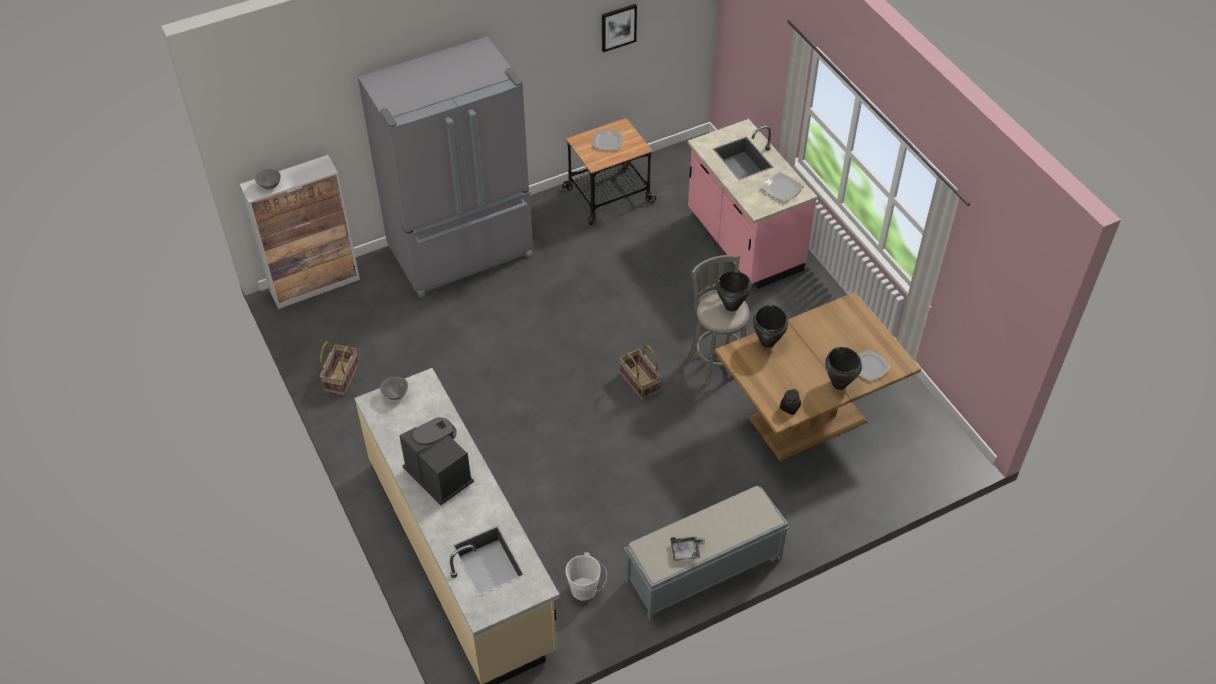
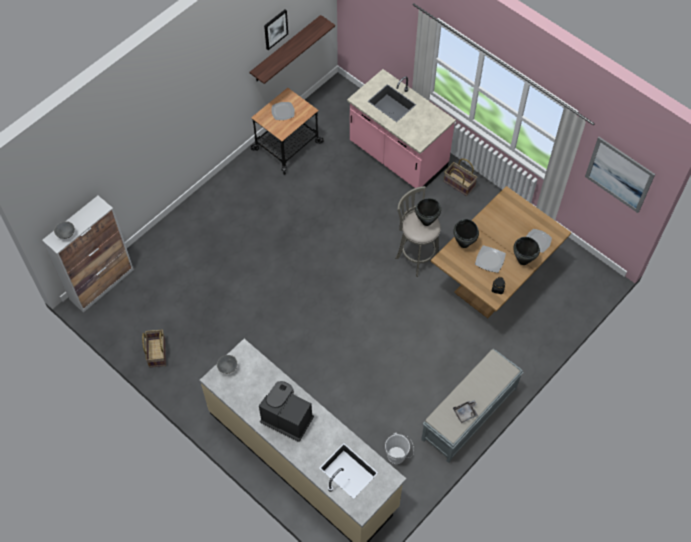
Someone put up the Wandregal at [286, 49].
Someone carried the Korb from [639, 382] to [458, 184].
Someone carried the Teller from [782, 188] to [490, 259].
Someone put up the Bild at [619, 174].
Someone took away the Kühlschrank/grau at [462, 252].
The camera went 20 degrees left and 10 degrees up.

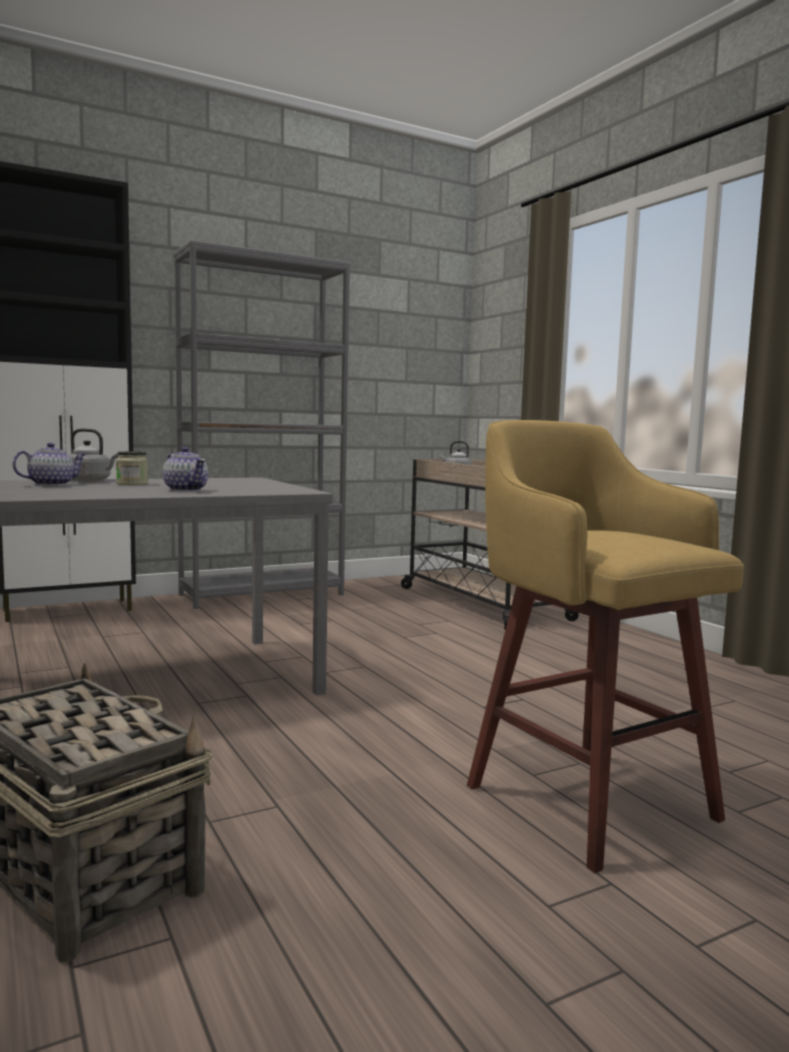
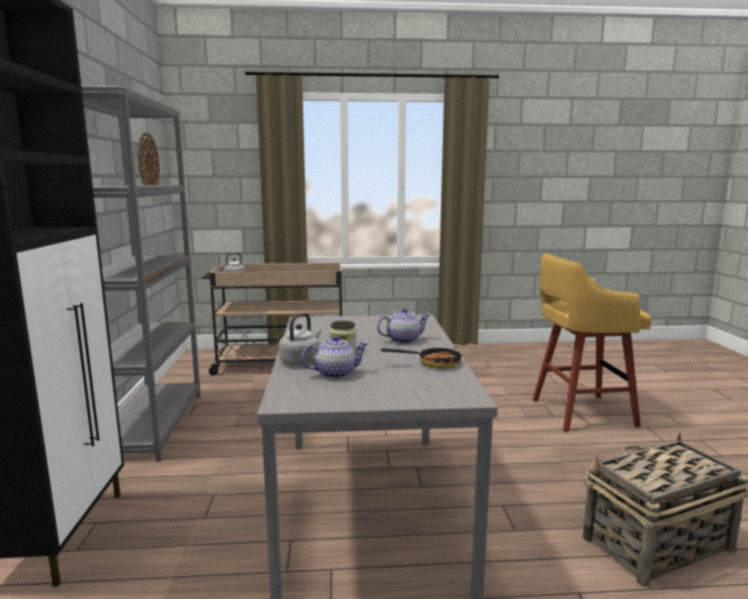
Someone put up the Wanduhr at [147, 162].
Someone rotated the Teekanne at [51, 484] by 90 degrees clockwise.
Someone put down the Pfanne at [432, 363].
The camera went 65 degrees left and 5 degrees up.

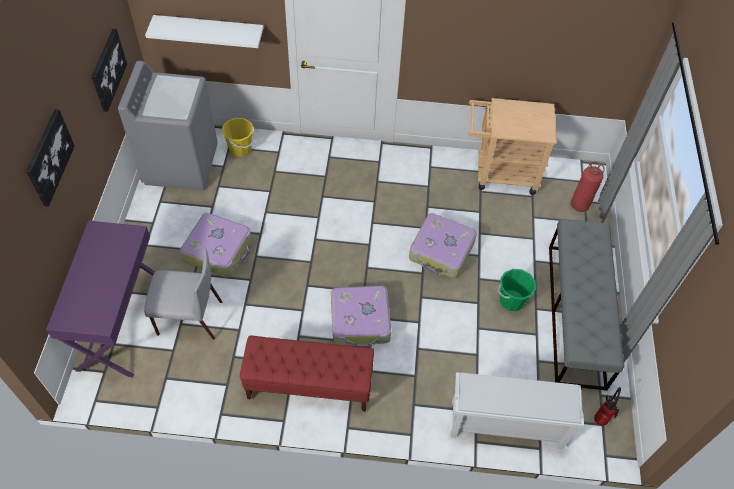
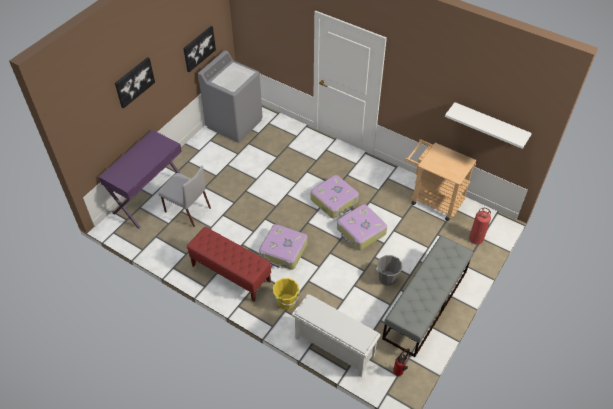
Someone carried the Eimer/gelb from [240, 148] to [286, 301].
Someone carried the Koffer from [218, 250] to [334, 201].
Someone repainted the Eimer/grün at [511, 300], which became the Eimer/grau at [387, 278].
Someone carried the Wandregal/weiß from [209, 30] to [490, 124].
The camera went 30 degrees right and 5 degrees down.

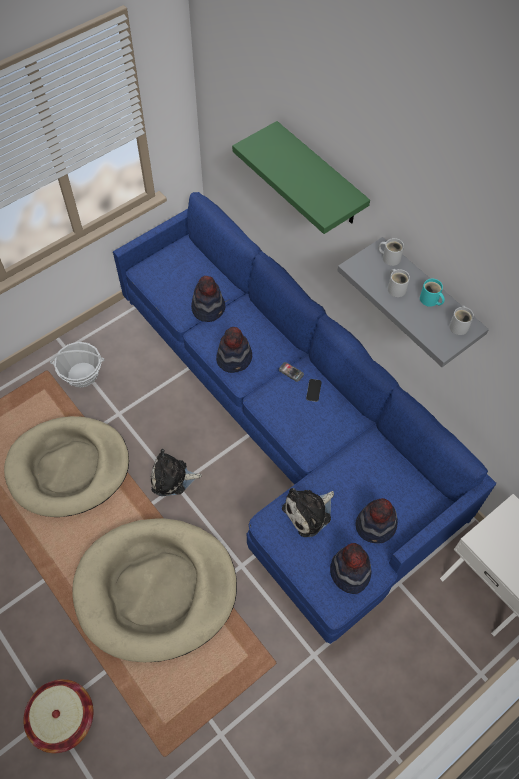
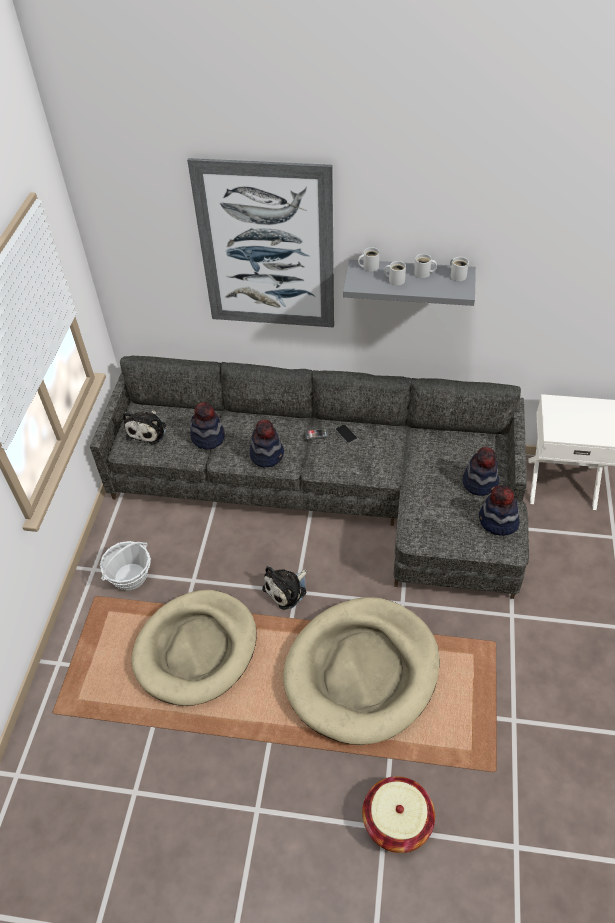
Someone repainted the Sofa/blau at [288, 427], which became the Sofa/grau at [331, 491].
Someone carried the Plüschtier from [309, 512] to [148, 430].
Someone swapped the Wandregal/grün at [320, 176] for the Bild at [266, 248].
Someone repainted the Henkelbecher/türkis at [430, 300], which became the Henkelbecher/weiß at [423, 274].
The camera went 40 degrees left and 10 degrees down.

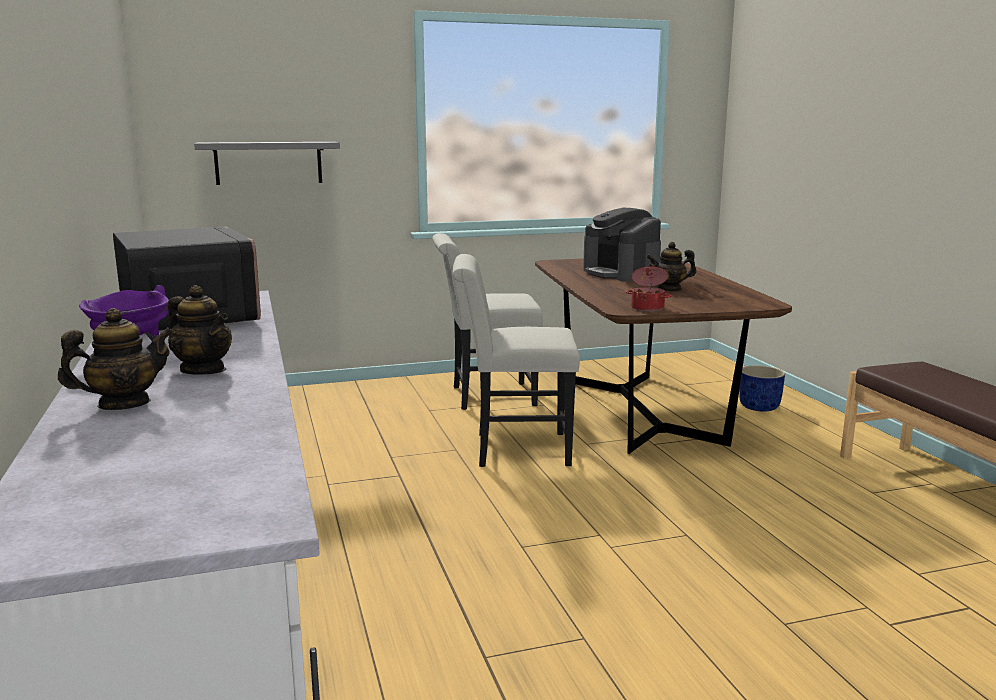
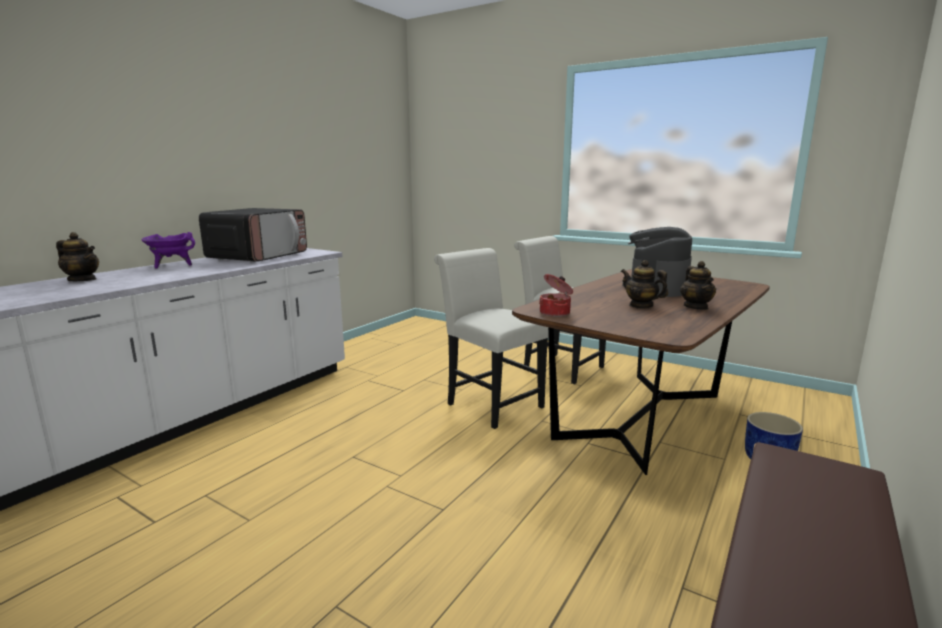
Someone carried the Teekanne from [203, 370] to [696, 307].
Someone took away the Wandregal/grau at [268, 163].
The camera went 50 degrees right and 0 degrees up.

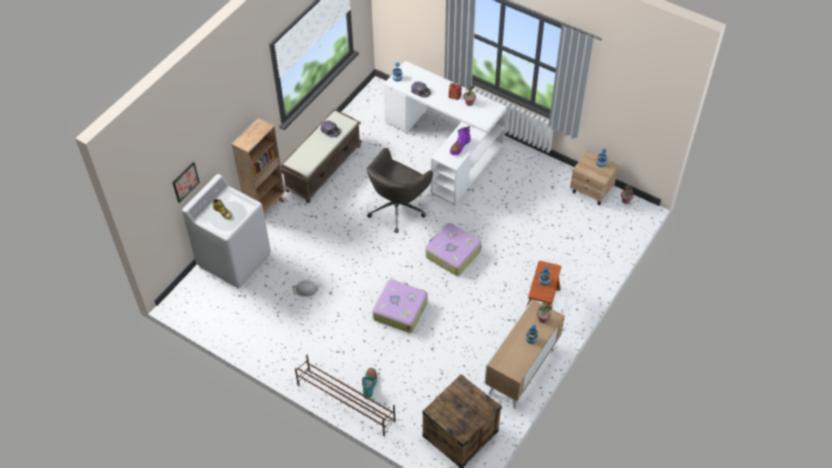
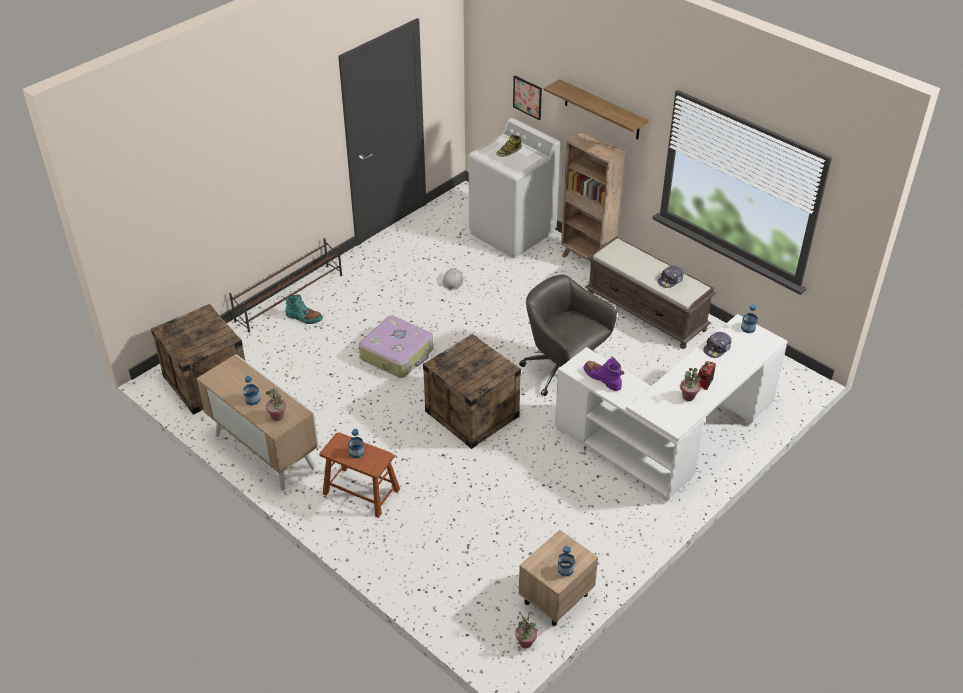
Someone swapped the Koffer at [452, 254] for the Kiste at [471, 413].
Someone put up the Wandregal at [602, 110].
The camera went 100 degrees right and 10 degrees down.

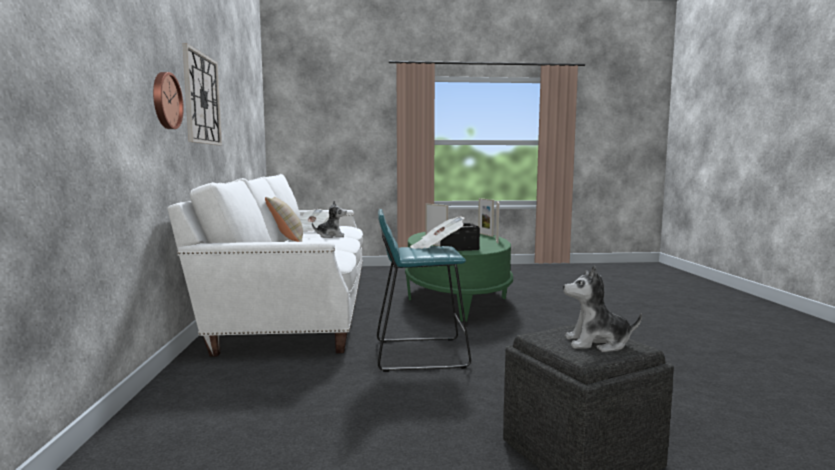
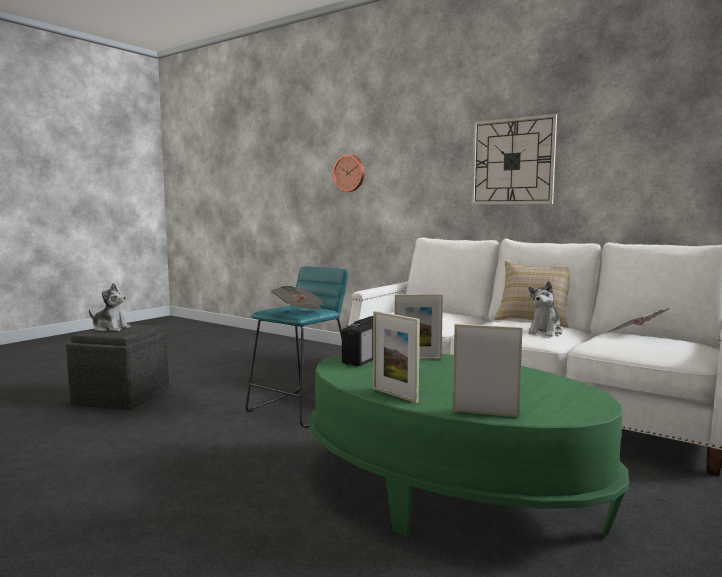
Someone rotated the Plüschtier at [597, 343] by 60 degrees clockwise.
Someone carried the Wanduhr from [165, 100] to [349, 173].
The camera went 130 degrees right and 0 degrees up.

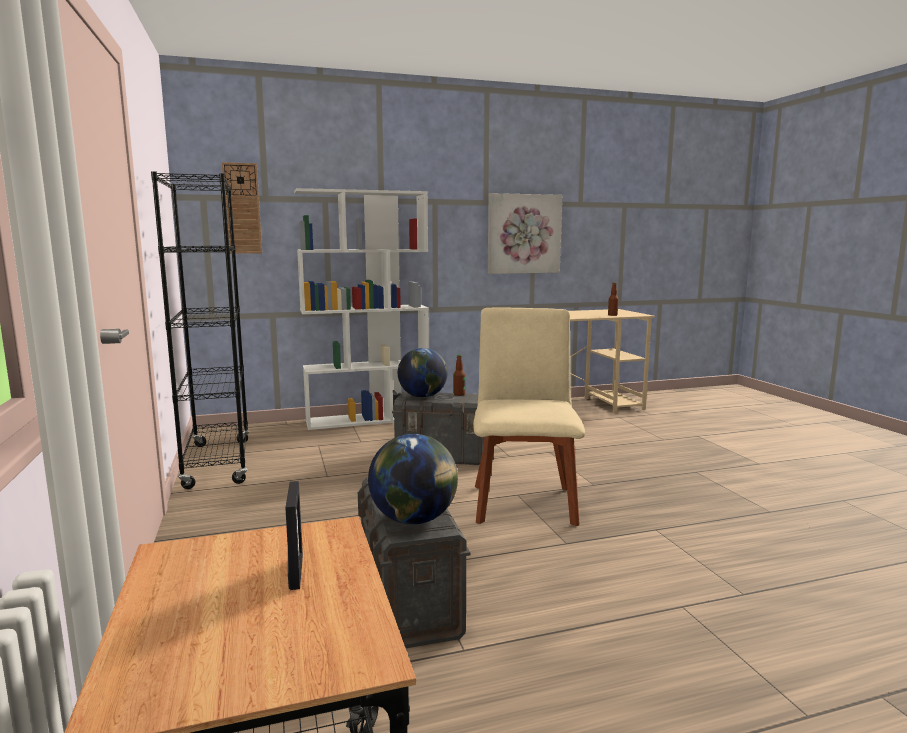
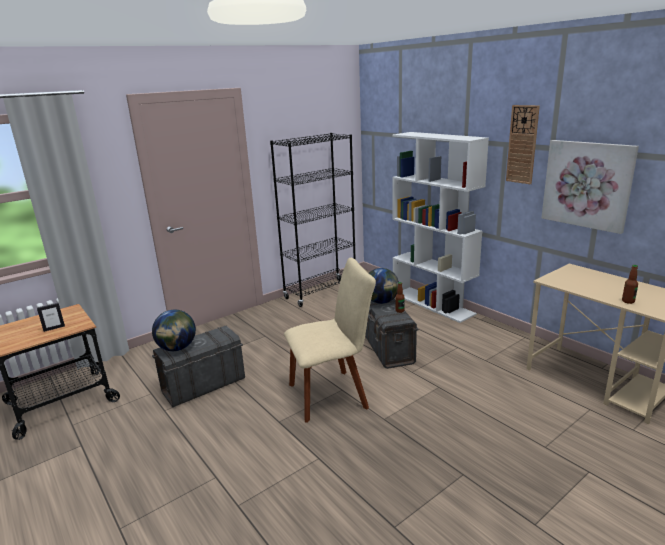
Someone carried the Wanduhr from [242, 208] to [522, 144].
The camera went 70 degrees right and 10 degrees up.

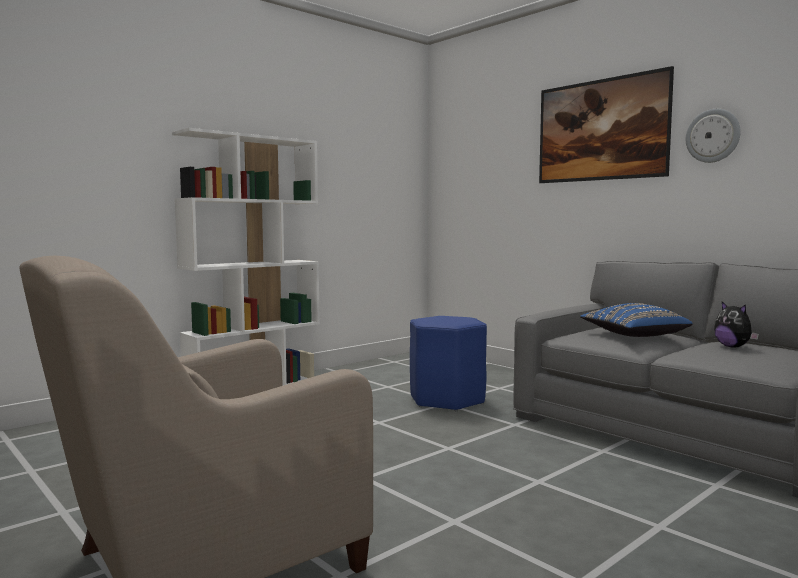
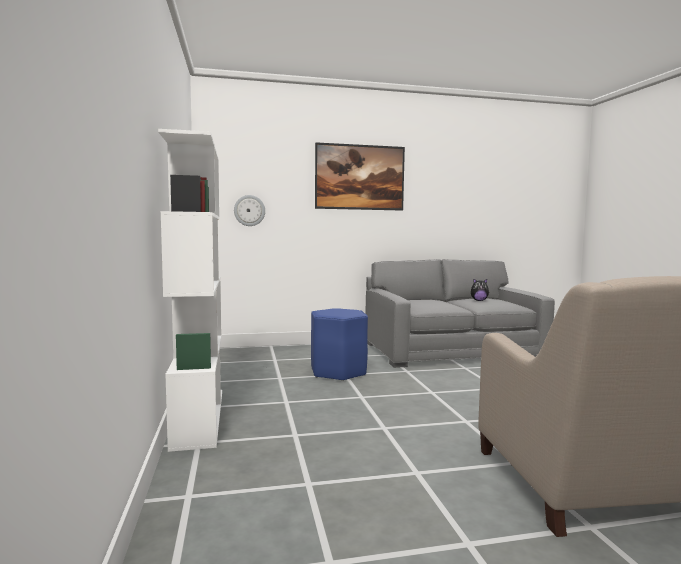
Someone carried the Wanduhr from [713, 136] to [249, 210].
Someone took away the Kissen/blau at [633, 335].
The camera went 60 degrees left and 0 degrees up.

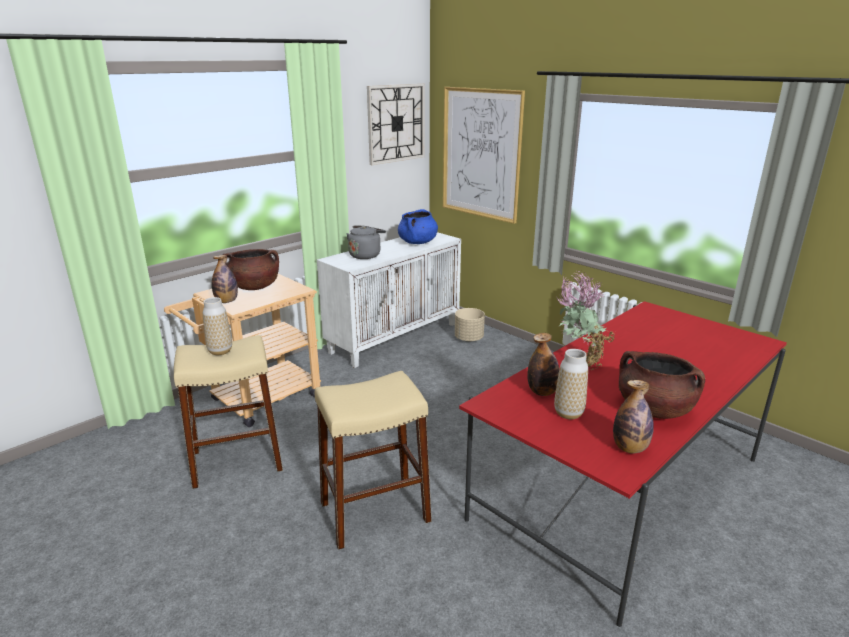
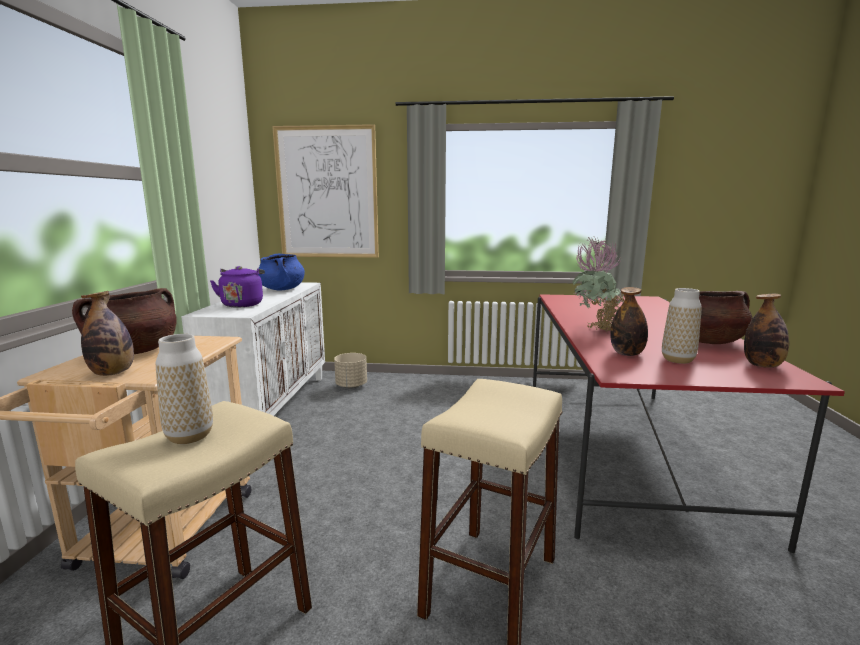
Someone repainted the Wasserkessel/grau at [366, 255], which became the Wasserkessel/lila at [242, 304].
Someone took away the Wanduhr at [396, 123].
The camera went 40 degrees left and 10 degrees down.

